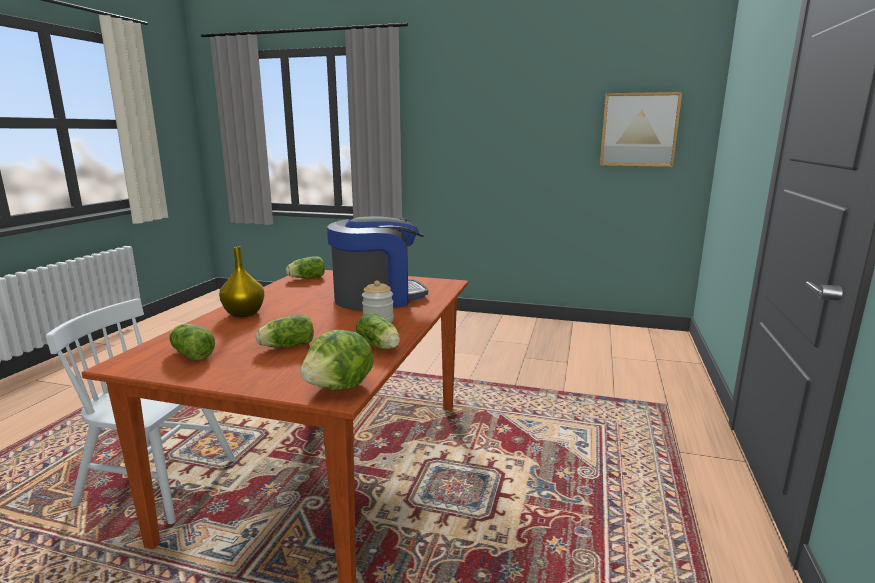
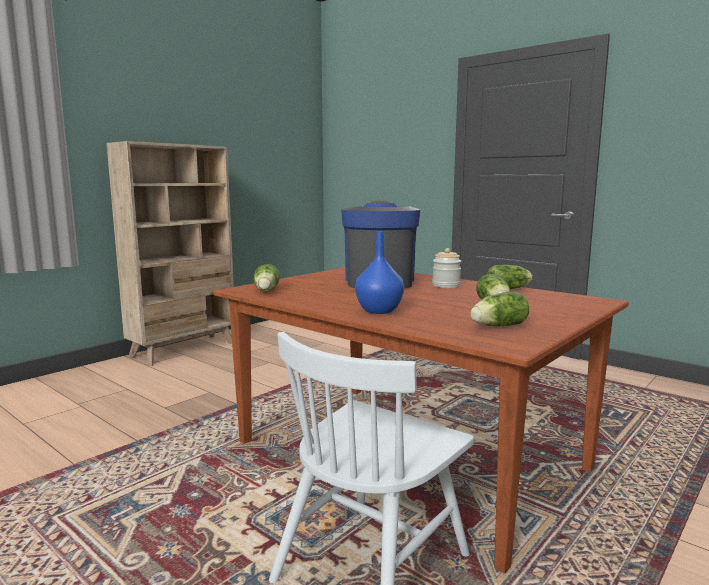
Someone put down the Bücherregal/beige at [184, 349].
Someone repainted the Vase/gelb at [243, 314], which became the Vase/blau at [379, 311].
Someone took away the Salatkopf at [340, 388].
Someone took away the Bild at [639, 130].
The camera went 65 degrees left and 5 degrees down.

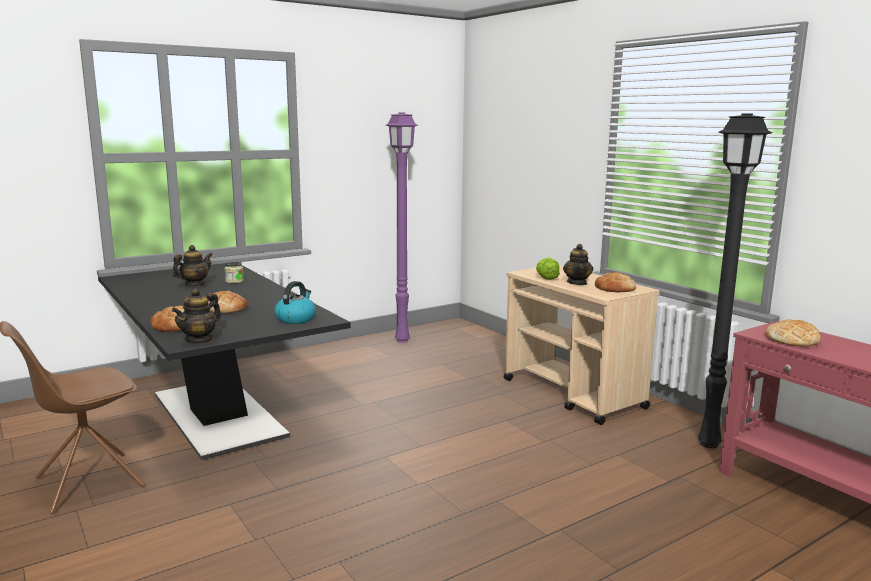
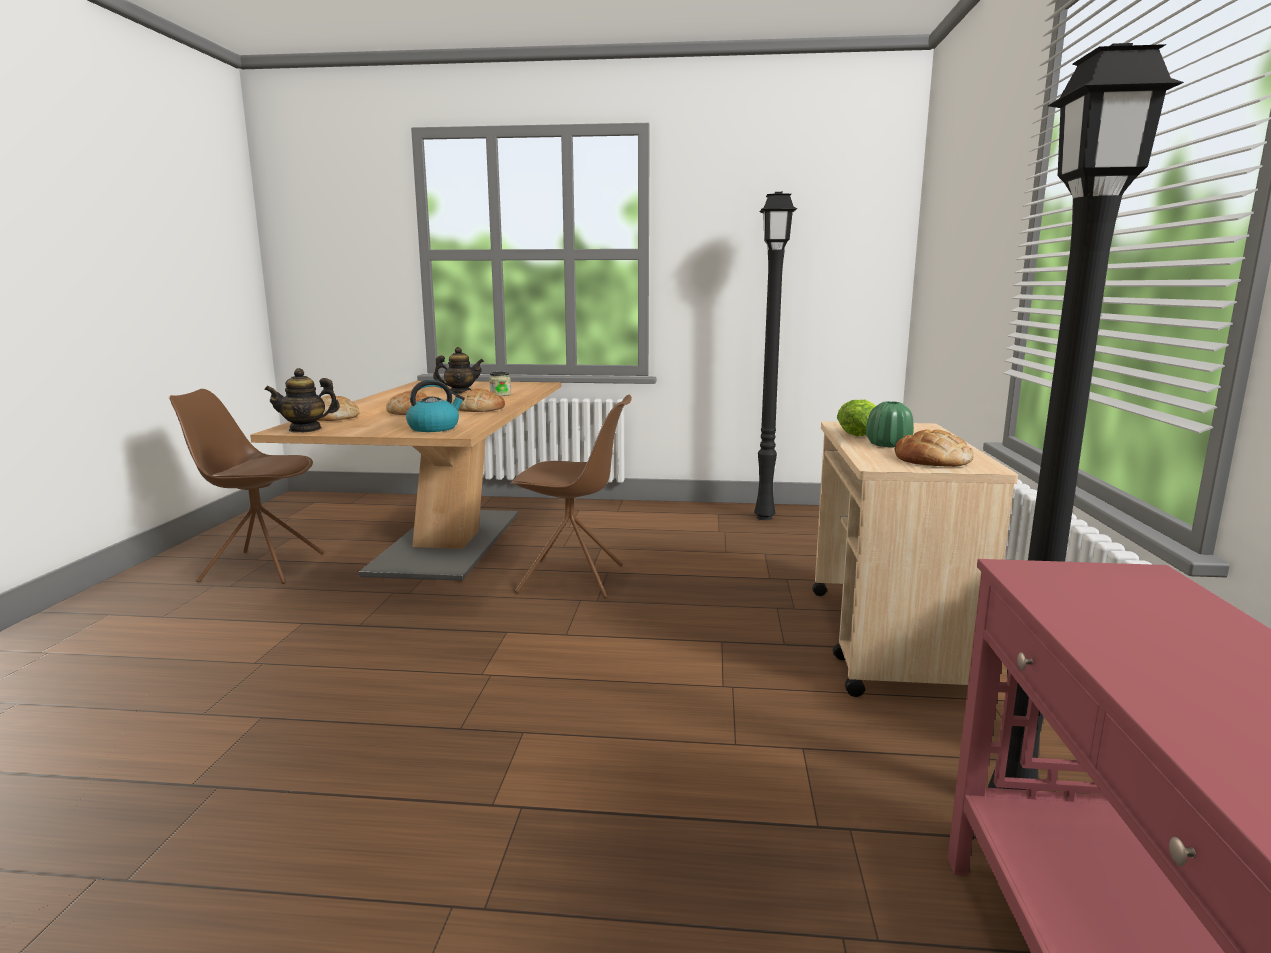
Someone repainted the Esstisch/schwarz at [218, 416], which became the Esstisch/beige at [448, 543].
Someone carried the Brot from [792, 340] to [479, 409].
Someone put down the Stuhl/braun at [573, 579].
Someone repainted the Stehlampe/lila at [401, 341], which became the Stehlampe/schwarz at [763, 517].
Someone swapped the Teekanne at [577, 283] for the Vase/grün at [888, 445].
The camera went 40 degrees right and 0 degrees up.

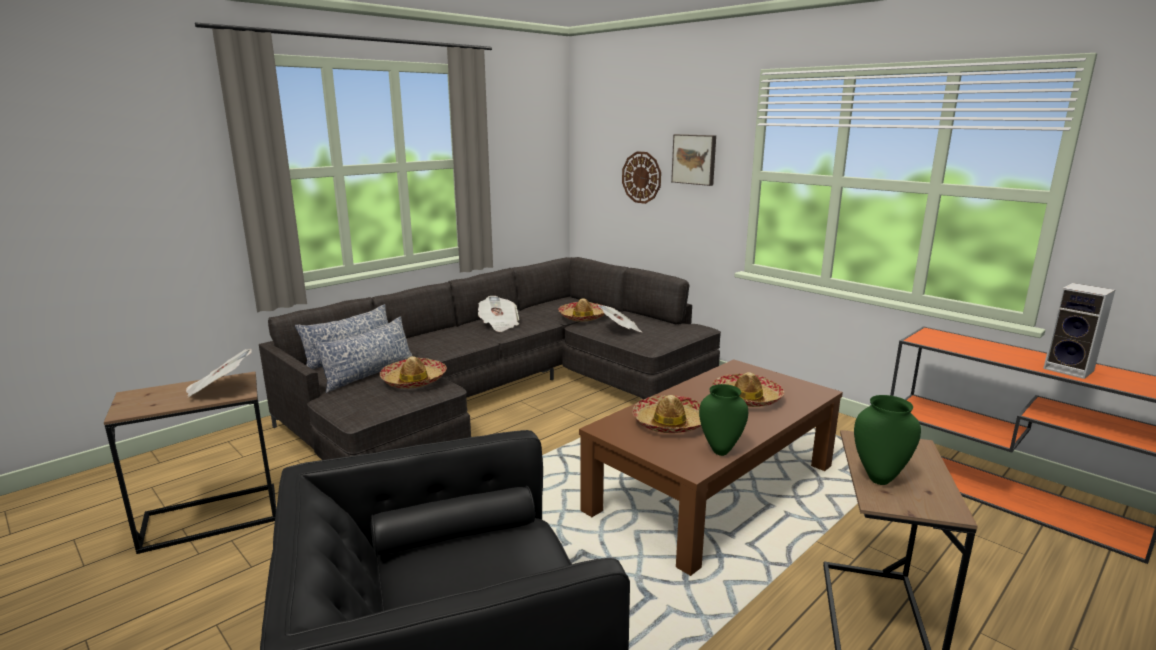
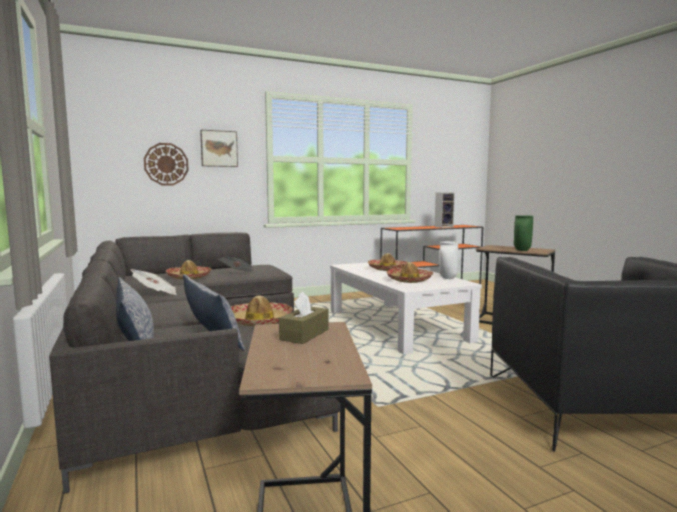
Someone swapped the Zeitung at [219, 389] for the Taschentuchbox/braun at [304, 334].
Someone repainted the Couchtisch/braun at [713, 487], which became the Couchtisch/weiß at [395, 325].
Someone repainted the Vase/grün at [720, 450], which became the Vase/weiß at [447, 278].
The camera went 70 degrees left and 10 degrees down.

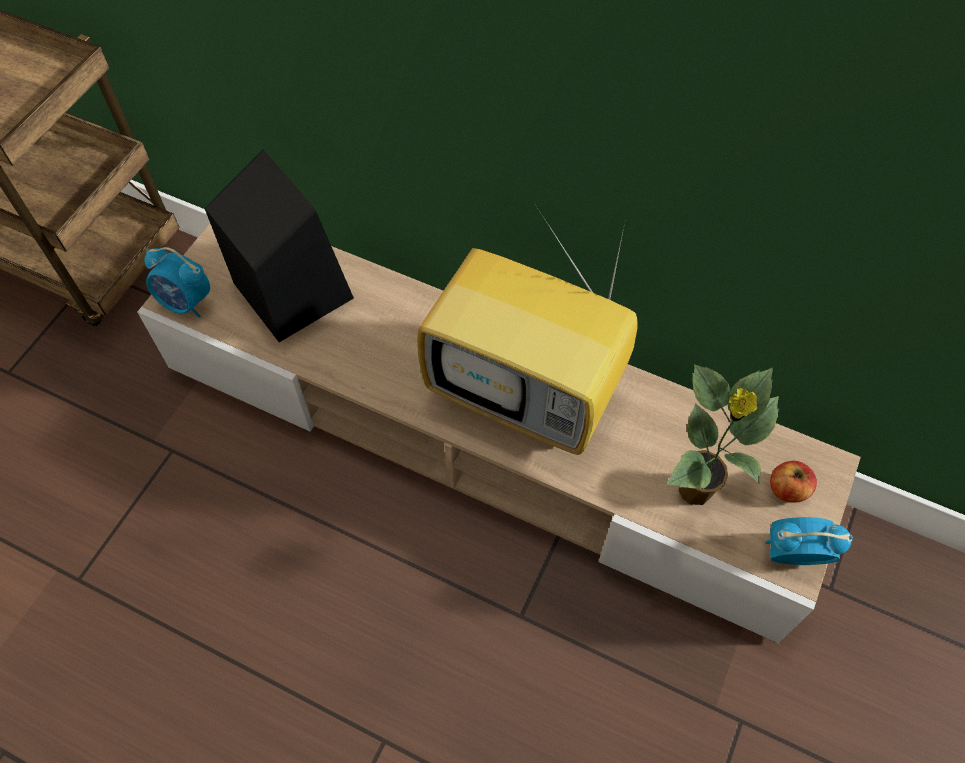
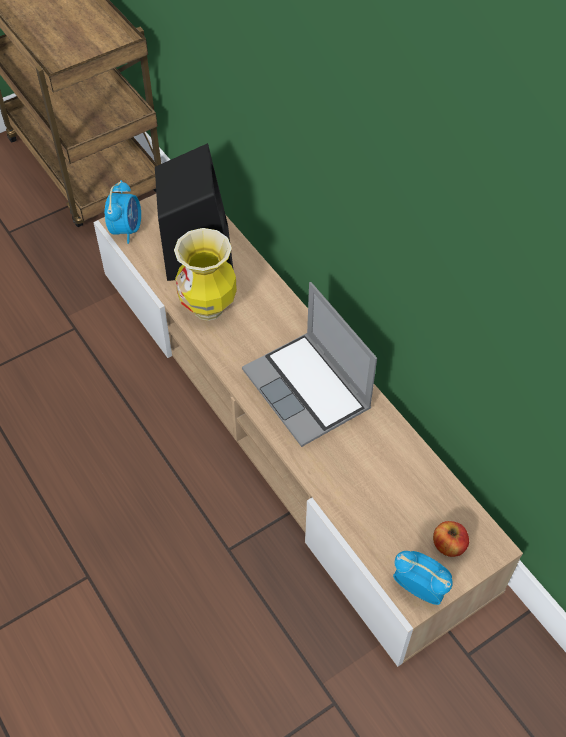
Someone rotated the Wecker at [186, 302] by 135 degrees counterclockwise.
Someone put down the Vase at [209, 308].
Someone swapped the Fernseher at [528, 392] for the Laptop at [308, 390].
Someone took away the Topfpflanze at [695, 492].
The camera went 30 degrees right and 5 degrees down.

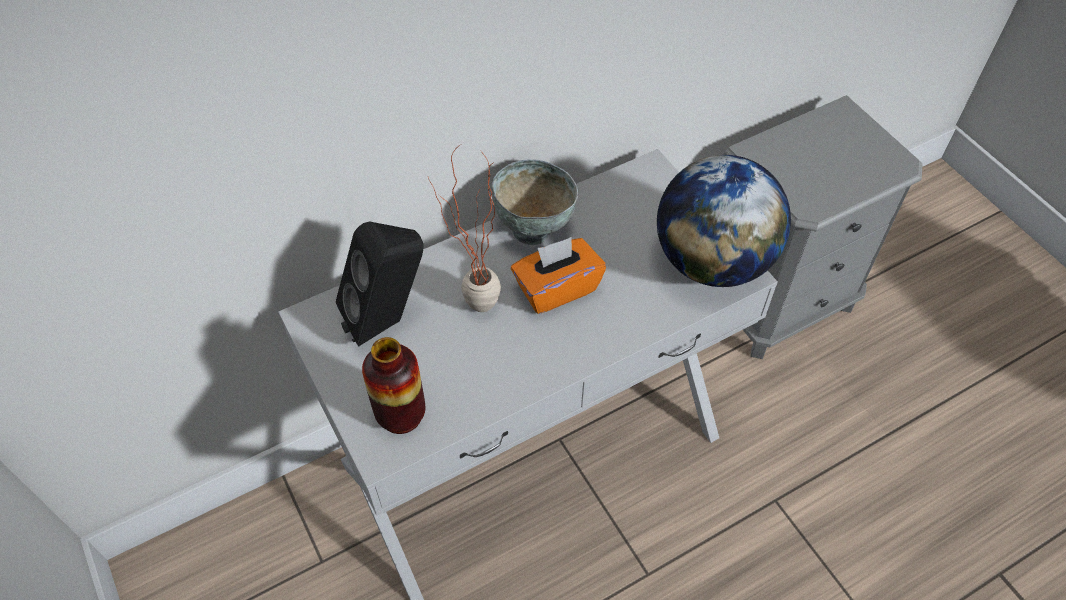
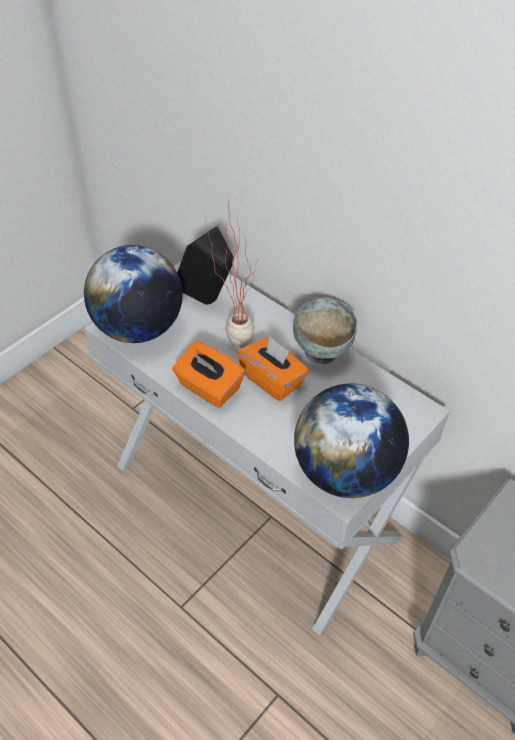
Someone swapped the Vase at [401, 415] for the Globus at [138, 328].
Someone put down the Taschentuchbox/orange at [208, 388].
The camera went 70 degrees right and 5 degrees down.

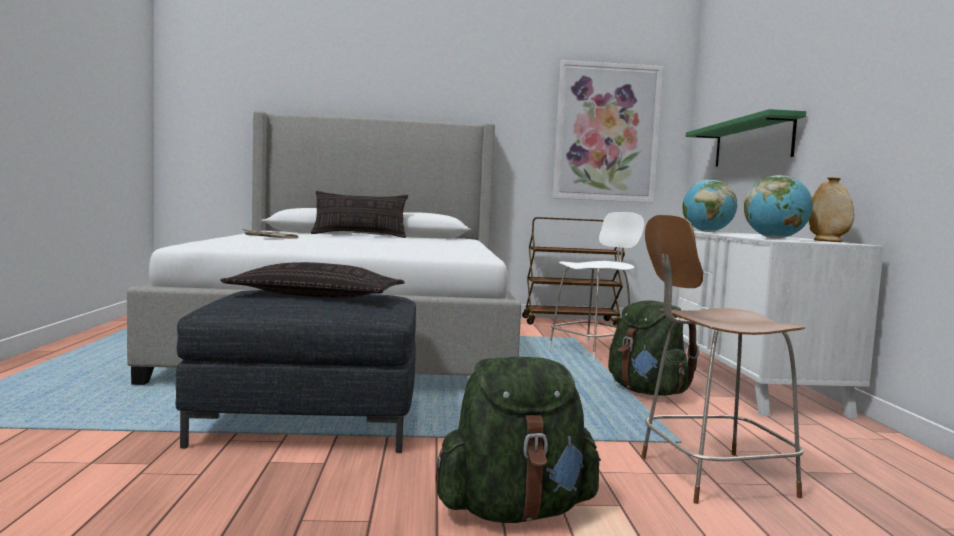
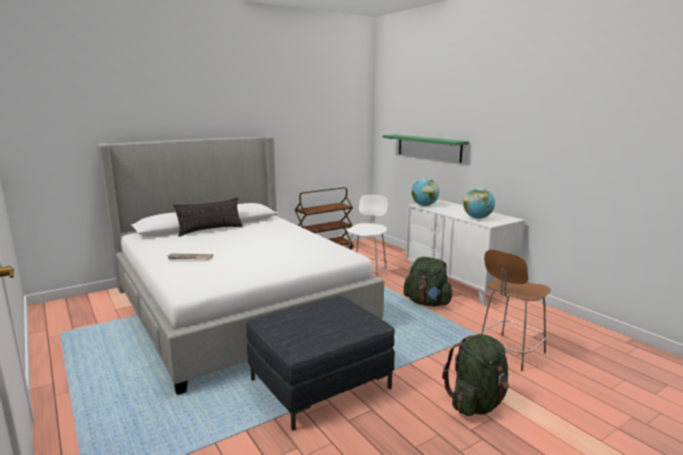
Someone took away the Kissen at [315, 295].
Someone took away the Bild at [606, 132].
Someone took away the Vase/beige at [828, 241].
The camera went 30 degrees left and 10 degrees up.

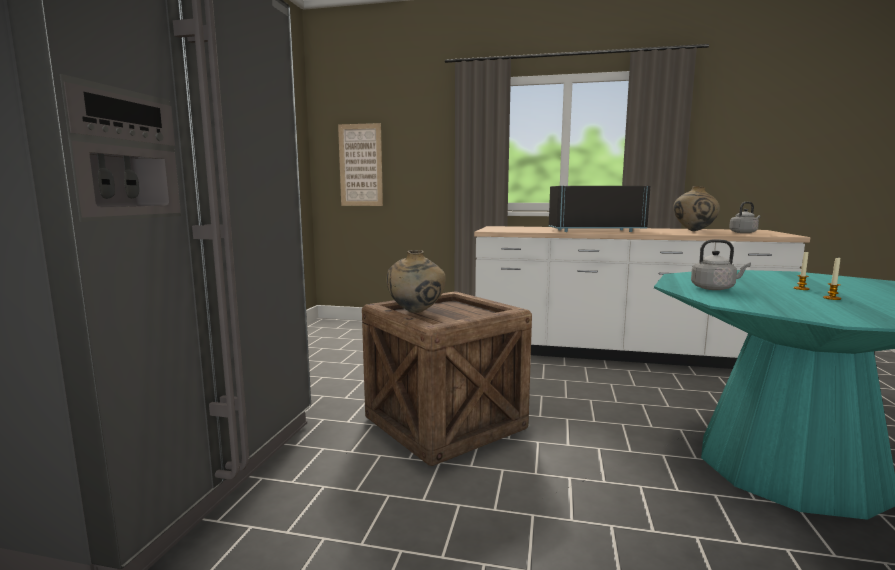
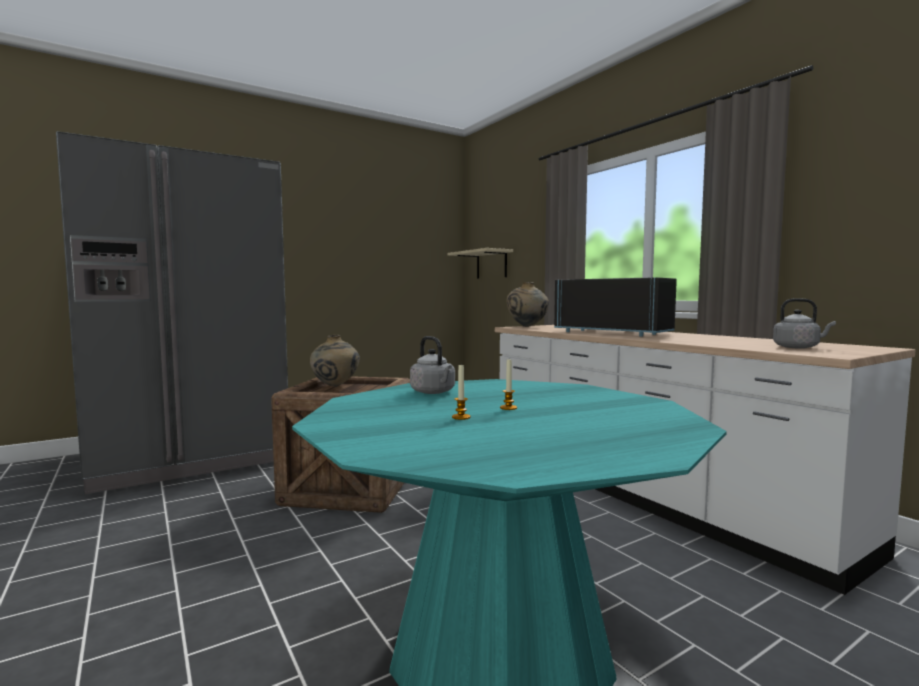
Someone swapped the Bild at [360, 165] for the Wandregal/beige at [491, 264].
Someone carried the Vase/beige from [693, 231] to [527, 326].
The camera went 45 degrees right and 5 degrees down.

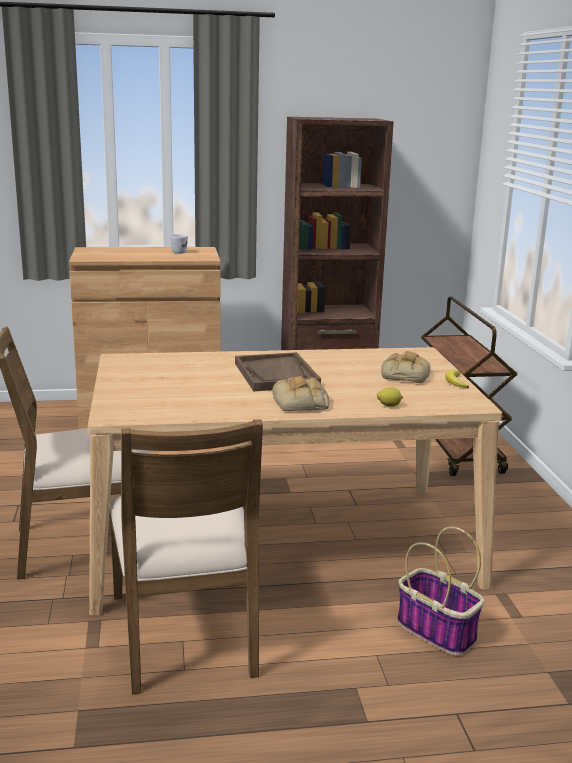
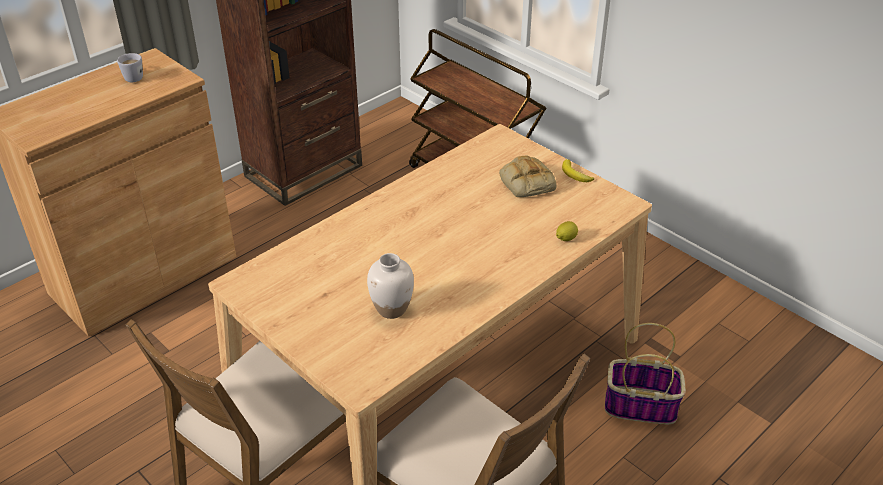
Someone put down the Vase/weiß at [392, 309].
Someone took away the Tablett/braun at [276, 375].
Someone took away the Brot at [301, 403].
The camera went 35 degrees left and 20 degrees up.

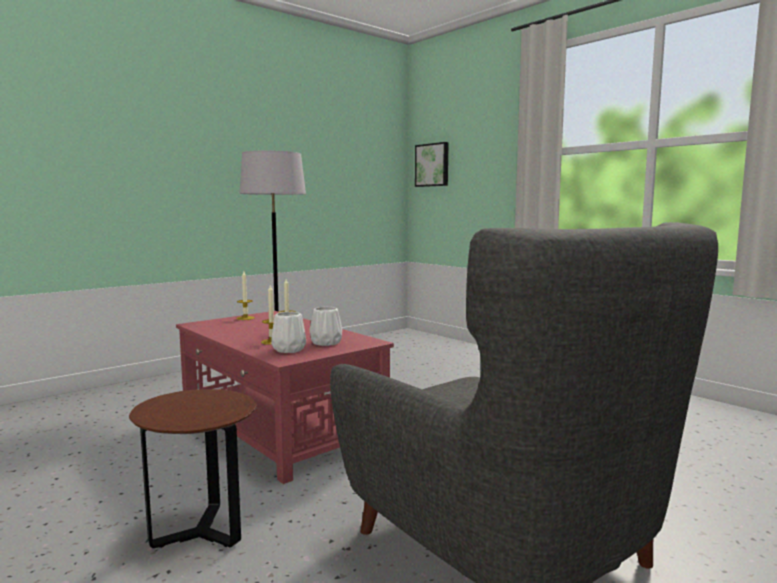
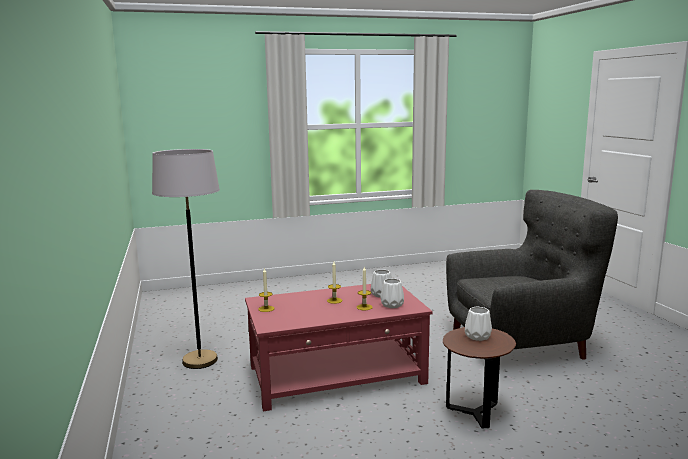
Someone put down the Vase/weiß at [477, 336].
Someone took away the Bild at [432, 165].
The camera went 65 degrees left and 5 degrees up.

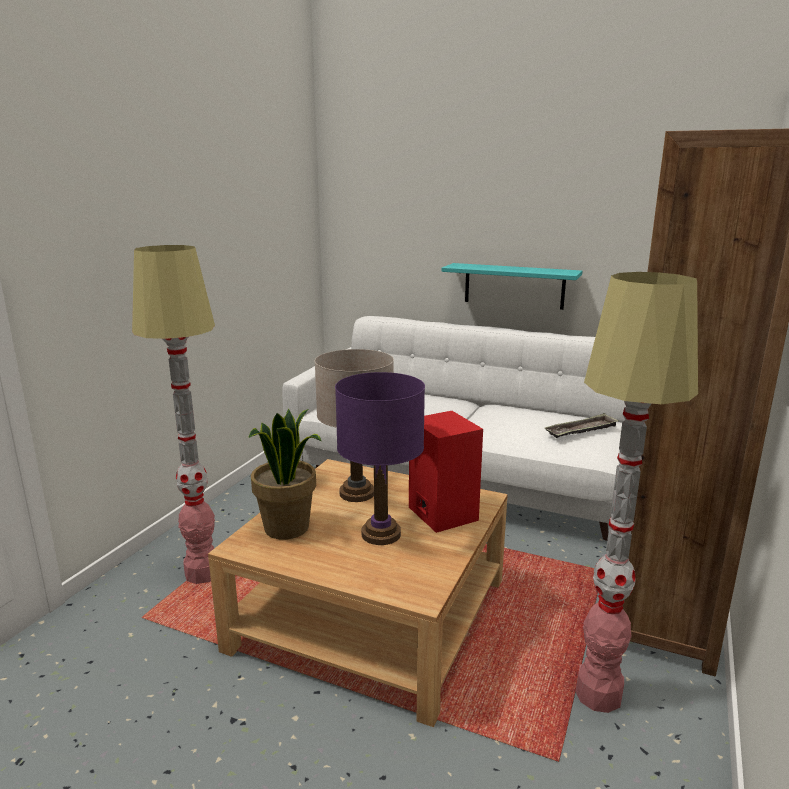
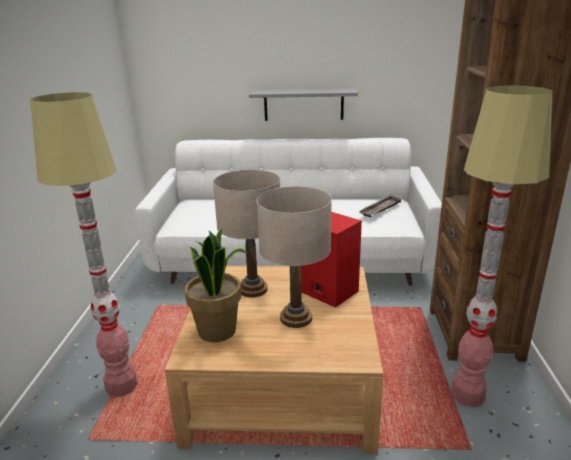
Someone repainted the Wandregal/türkis at [514, 286], which became the Wandregal/grau at [303, 104].
Someone repainted the Tischlampe/lila at [381, 534], which became the Tischlampe/beige at [296, 318].
The camera went 20 degrees left and 5 degrees up.

